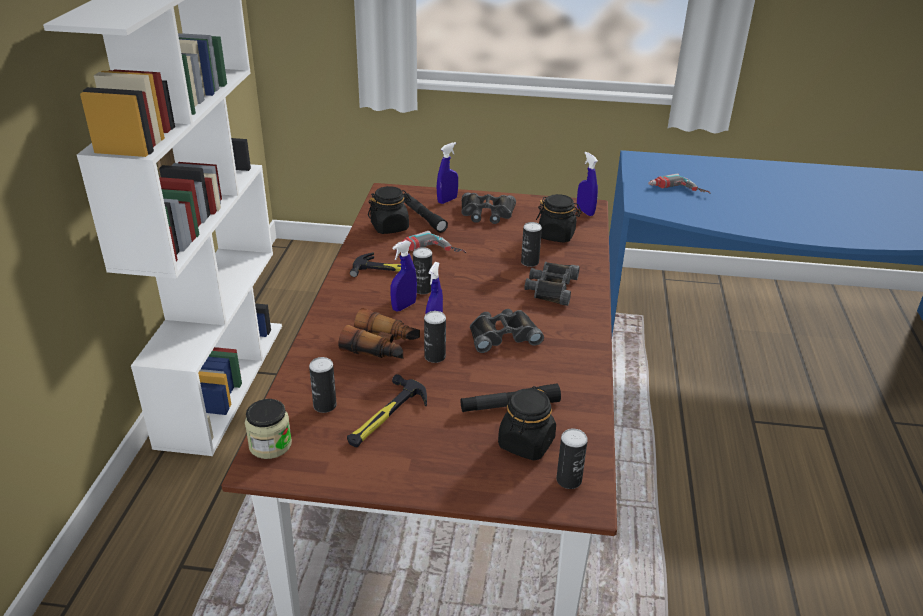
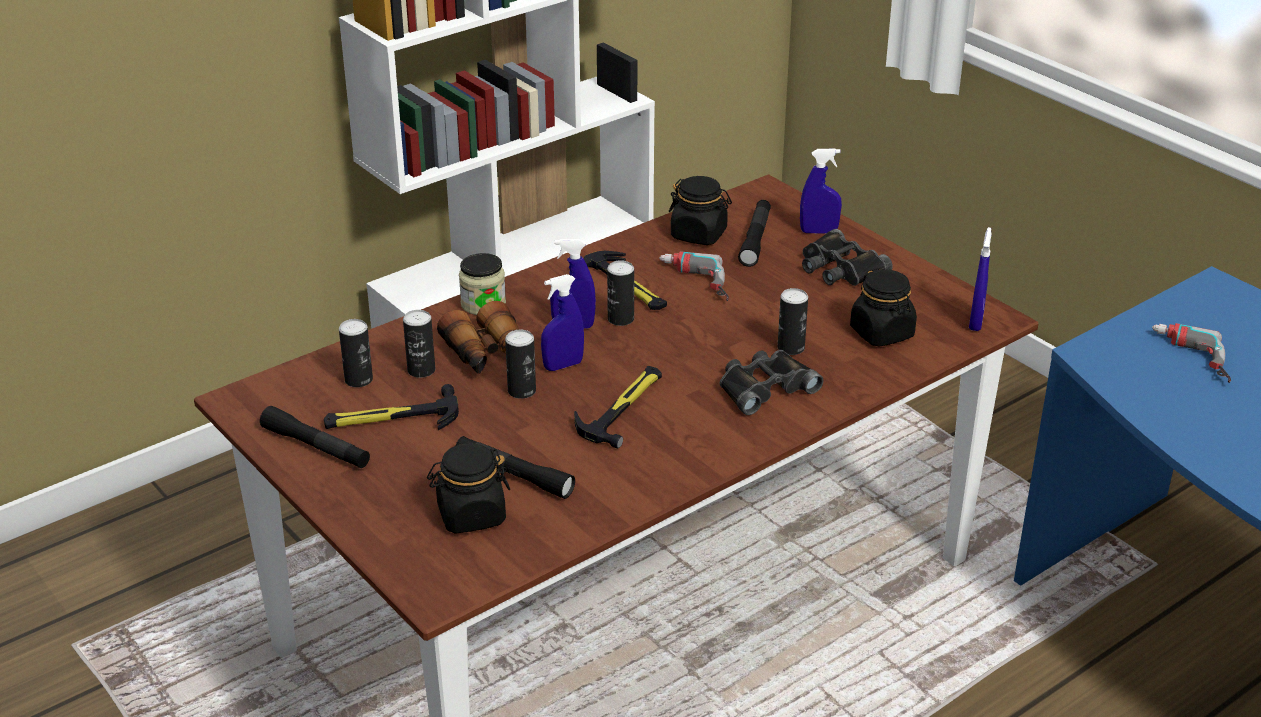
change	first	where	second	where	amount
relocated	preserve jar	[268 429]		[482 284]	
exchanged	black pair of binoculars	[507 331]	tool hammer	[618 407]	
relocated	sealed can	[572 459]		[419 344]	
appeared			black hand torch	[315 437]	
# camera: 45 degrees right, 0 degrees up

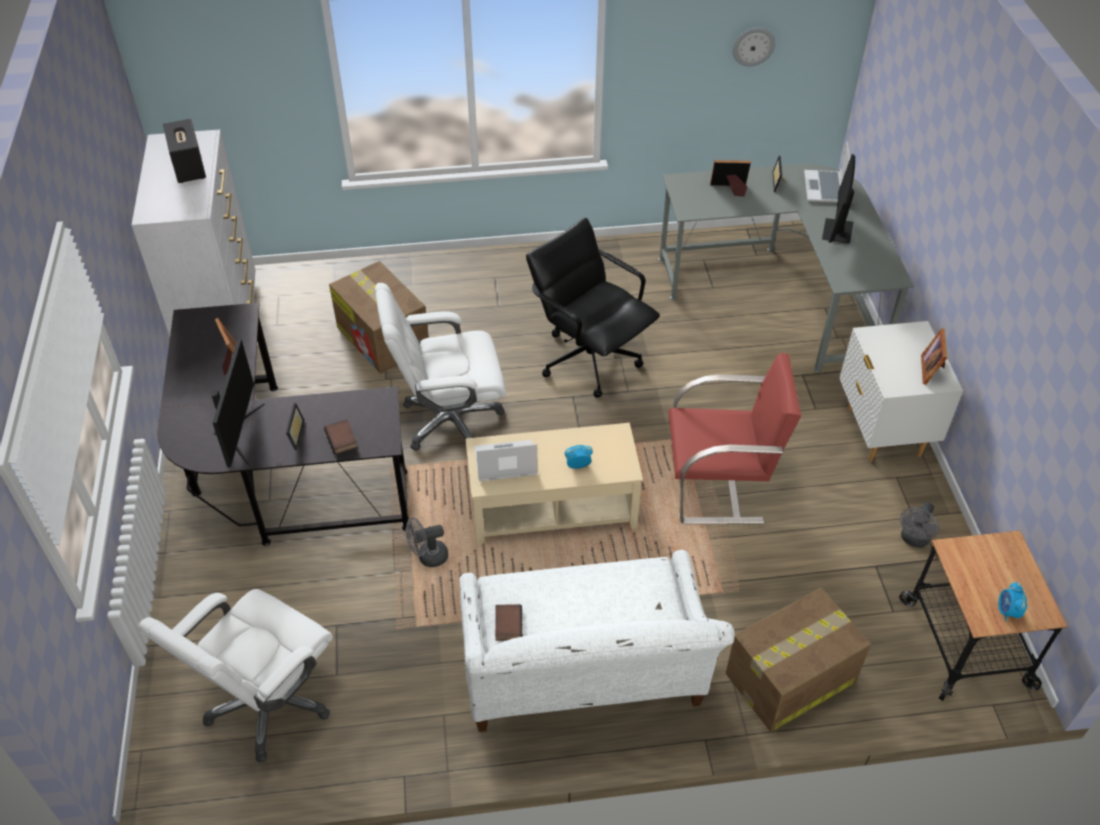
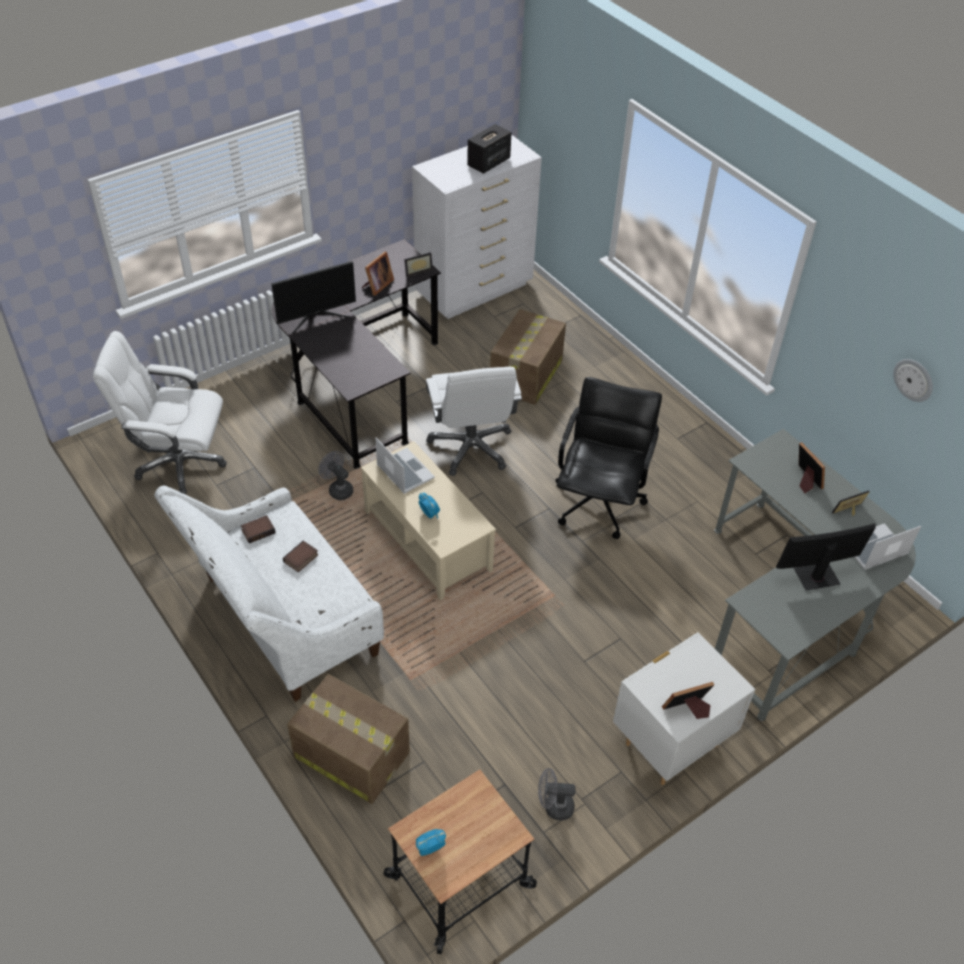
change	first	where	second	where	amount
relocated	photo frame	[295 426]		[418 264]	
relocated	volume	[341 436]		[300 556]	
spun	whitish office chair	[440 367]		[474 421]	150 degrees counterclockwise
missing	red easy chair	[735 438]			
# camera: 60 degrees right, 0 degrees up

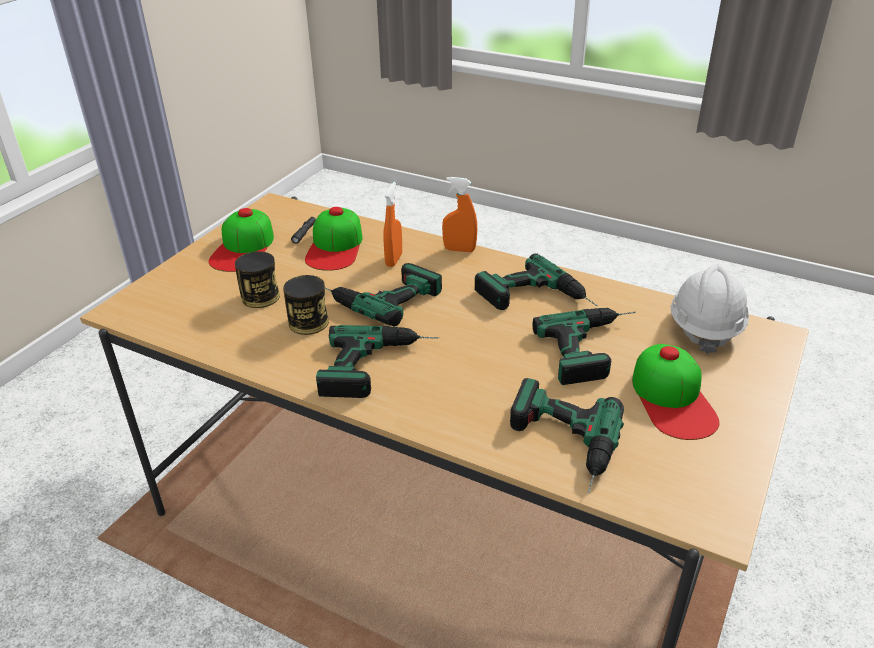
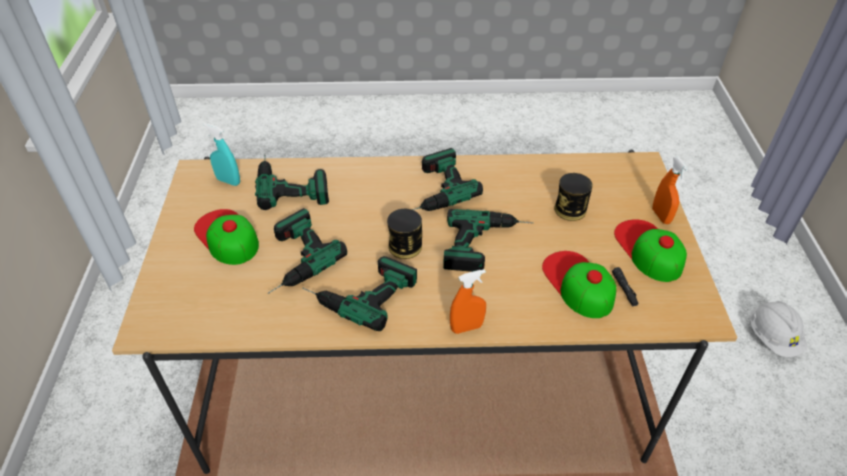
change	first	where	second	where	amount
relocated	sealed can	[306 305]		[404 234]	
relocated	orange-coloured sprayer	[392 224]		[670 190]	
relocated	whitish safety helmet	[710 309]		[778 329]	
appeared			turquoise-coloured sprayer	[221 154]	
# camera: 150 degrees right, 10 degrees up

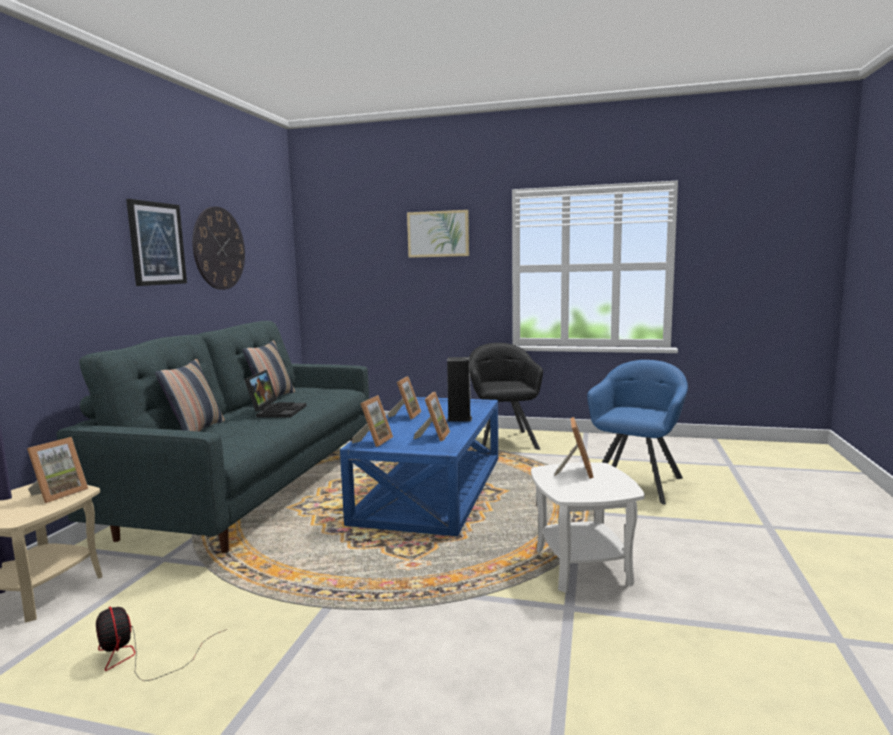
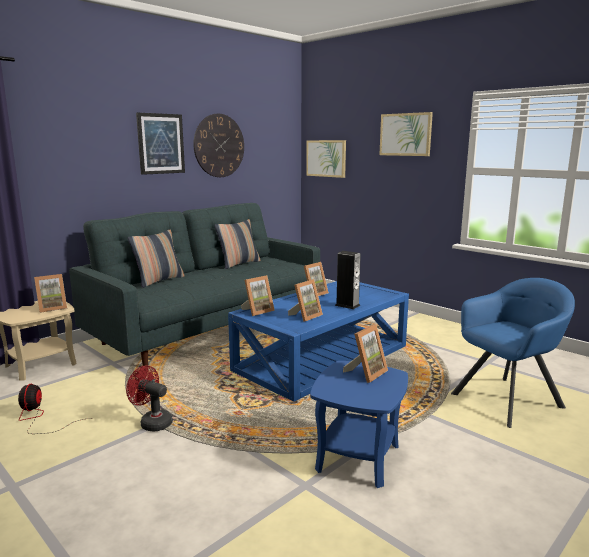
change	first	where	second	where	amount
missing	notebook computer	[275 393]			
missing	black easy chair	[506 396]			
colour	whitish end table	[588 527]	blue-coloured end table	[359 424]	
appeared			red cooling fan	[149 399]	
appeared			wall picture	[326 159]	
# camera: 30 degrees right, 5 degrees up

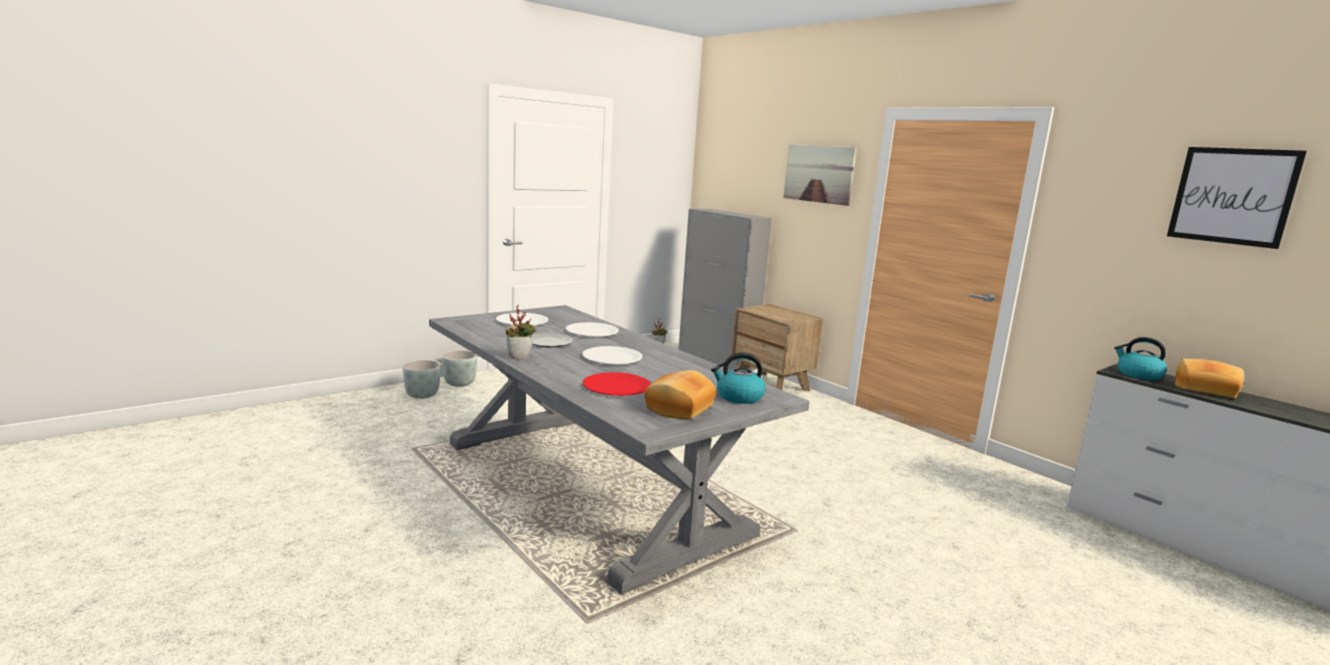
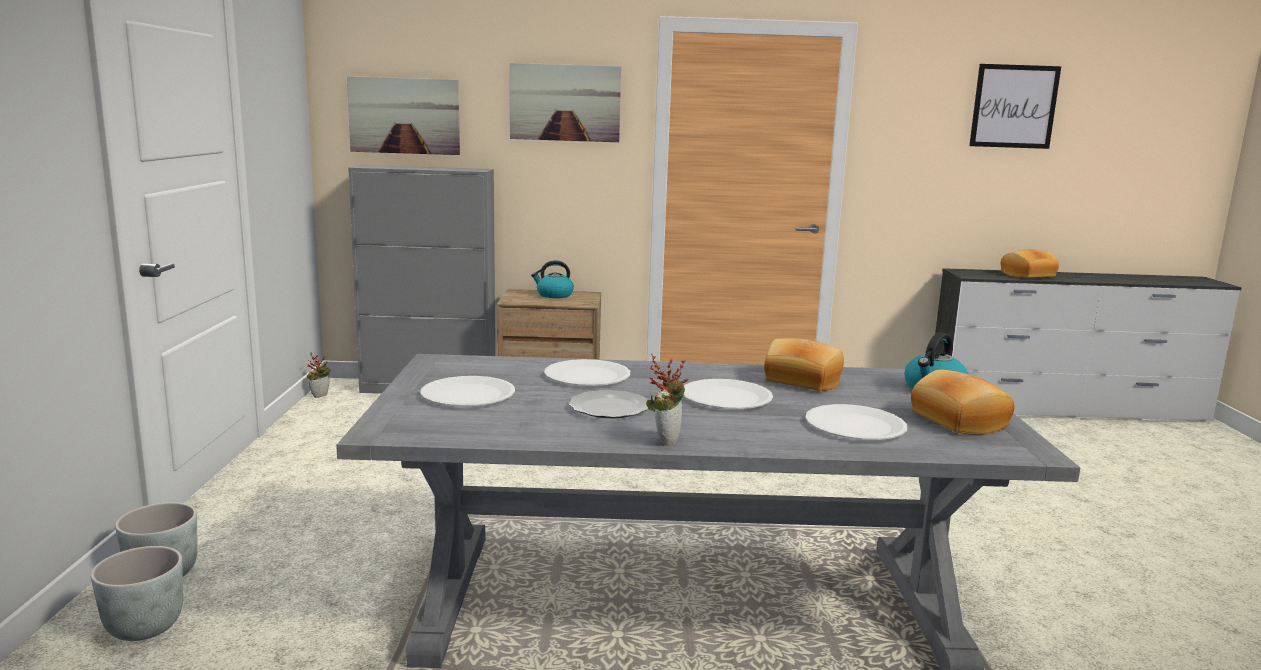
change	first	where	second	where	amount
colour	red plate	[617 384]	whitish plate	[856 422]	
relocated	water kettle	[1140 358]		[552 279]	
appeared			wall picture	[403 115]	
appeared			bread	[804 364]	
# camera: 50 degrees left, 0 degrees up

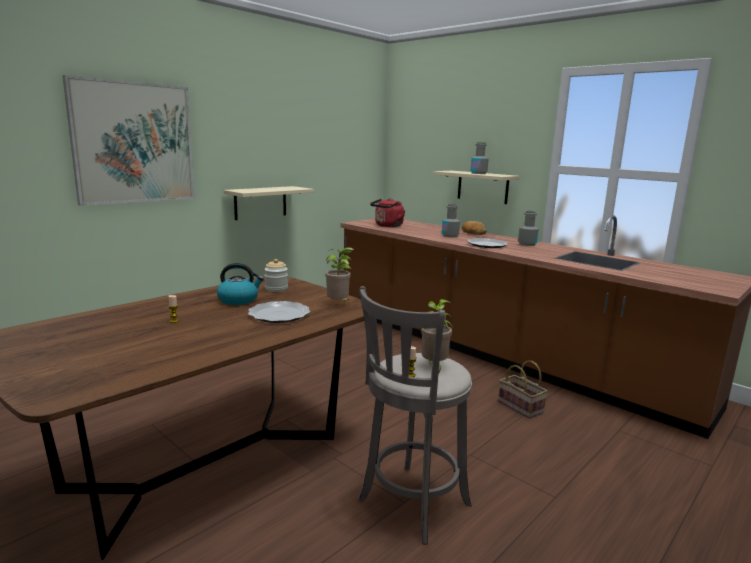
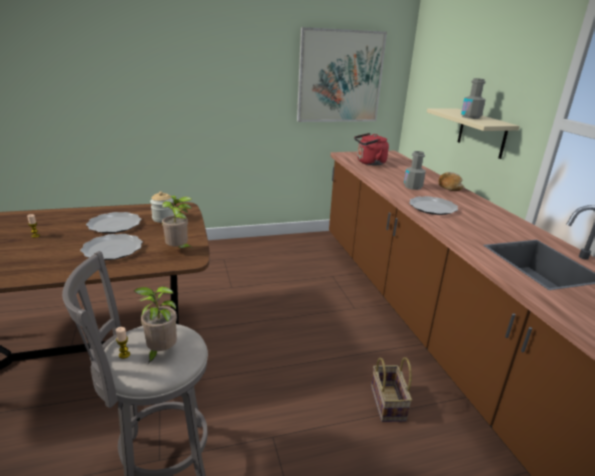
change	first	where	second	where	amount
relocated	wall picture	[129 140]		[342 74]	
exchanged	water kettle	[240 284]	plate	[114 222]	
missing	sand-coloured shelf	[268 203]			
missing	grey bottle	[528 228]			
# camera: 30 degrees right, 10 degrees up

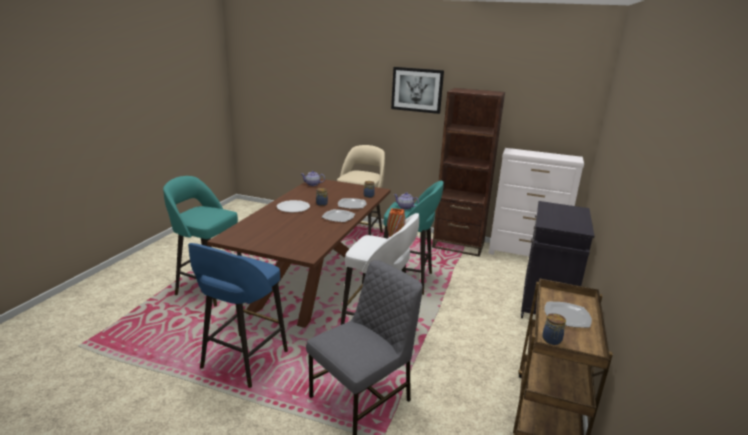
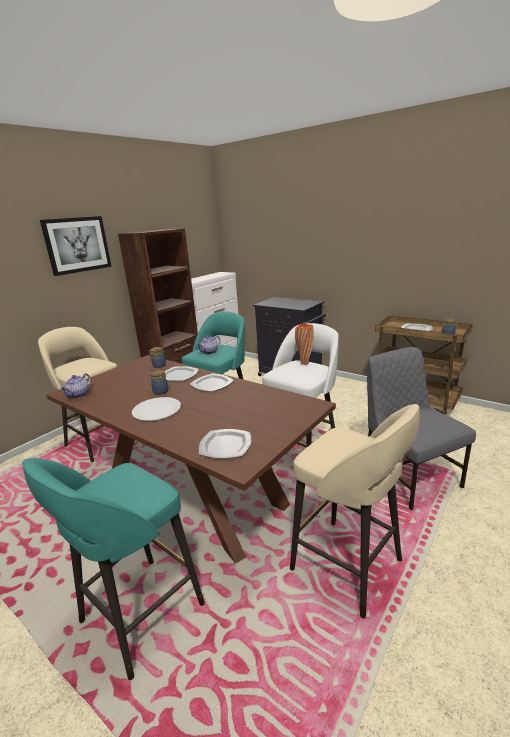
change	first	where	second	where	amount
colour	blue-coloured stool seat	[238 315]	sand-coloured stool seat	[354 511]	
appeared			plate	[225 444]	
# camera: 70 degrees left, 0 degrees up

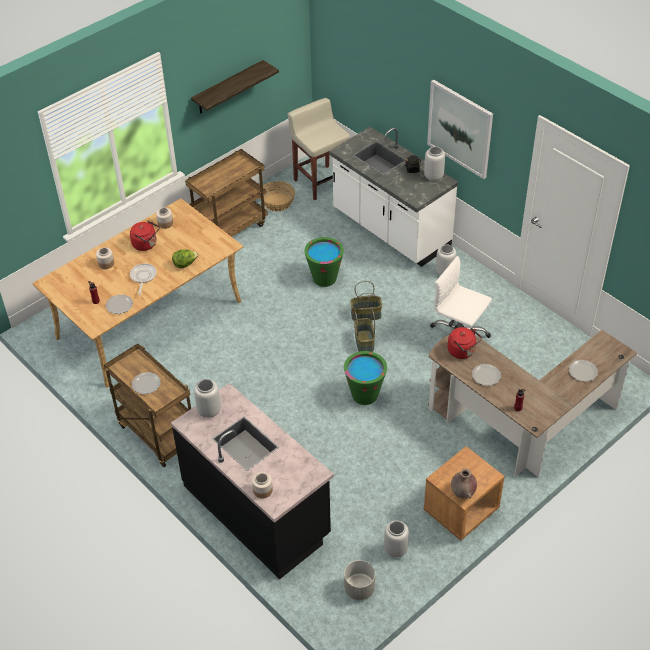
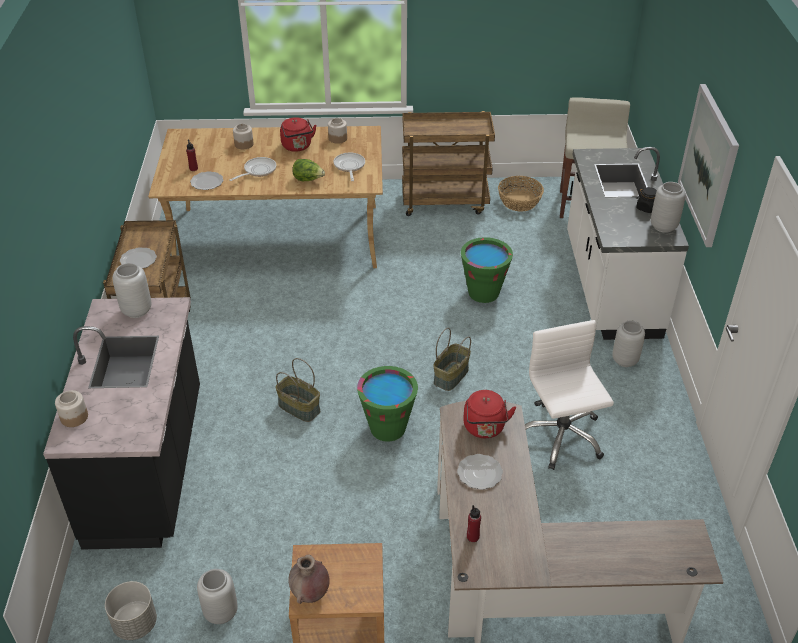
change	first	where	second	where	amount
missing	shelf	[235 87]			
relocated	storage basket	[366 300]		[297 390]	
missing	plate	[583 371]			
appeared			pan	[349 167]	
# camera: 40 degrees right, 5 degrees down

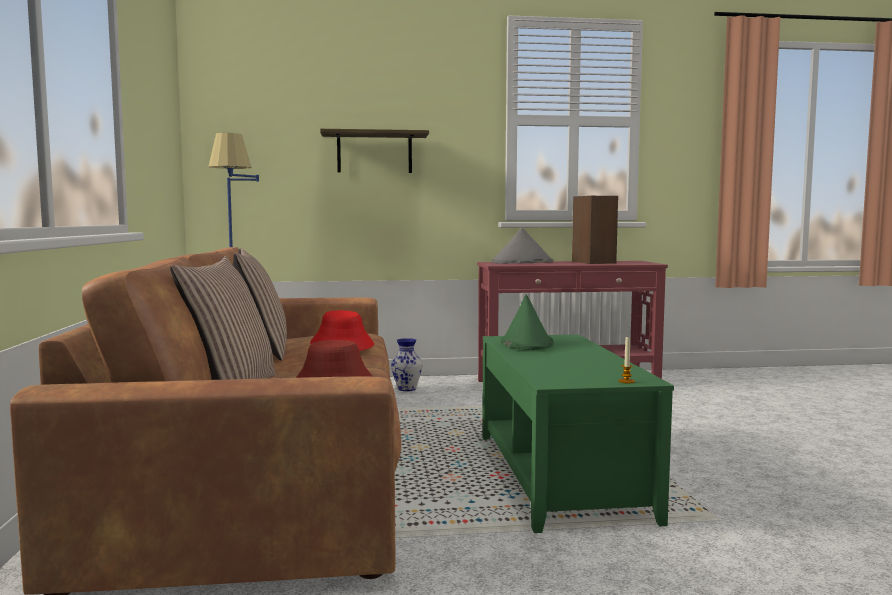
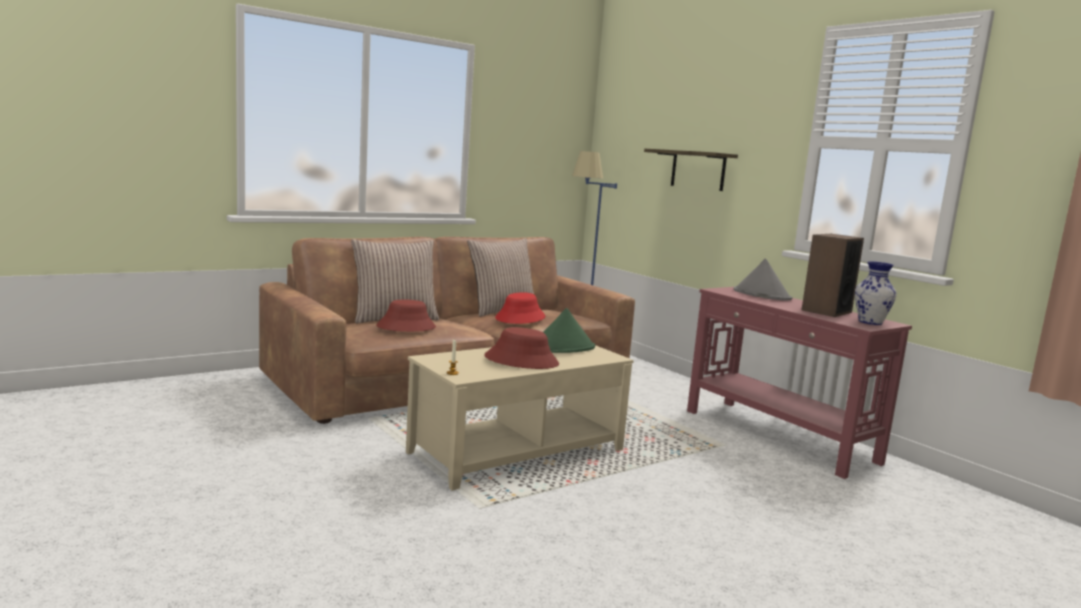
change	first	where	second	where	amount
relocated	flower vase	[407 364]		[876 293]	
colour	greenish low table	[578 433]	sand-coloured low table	[520 418]	
appeared			red wearable hat	[521 348]	
# camera: 60 degrees right, 5 degrees up

